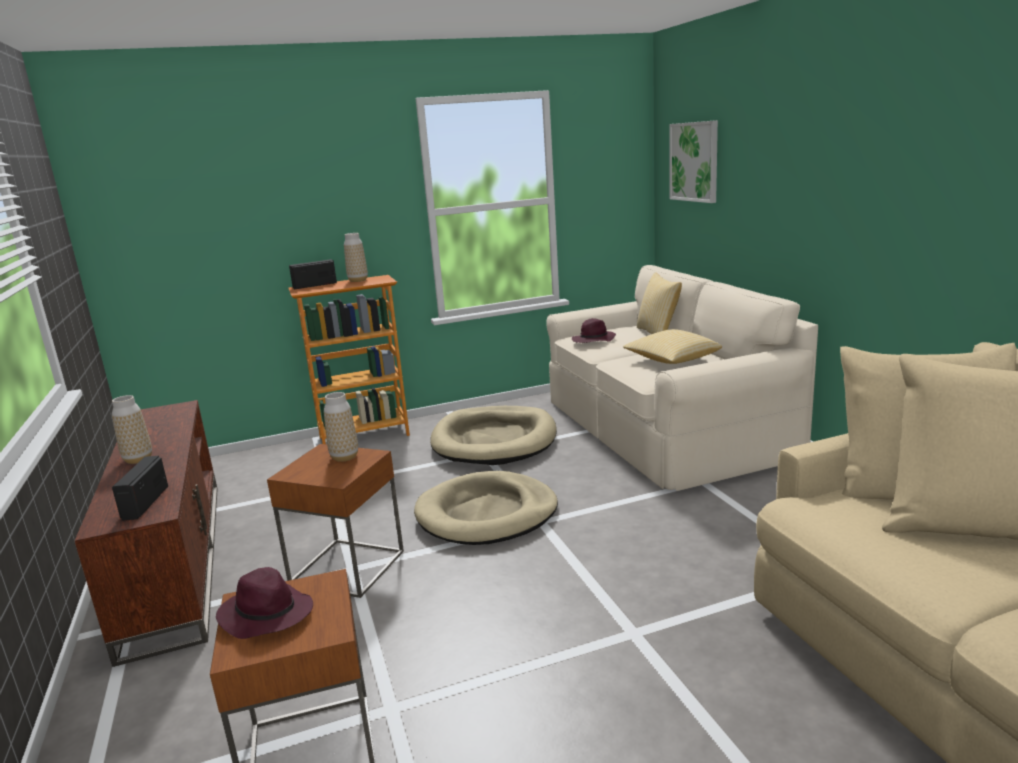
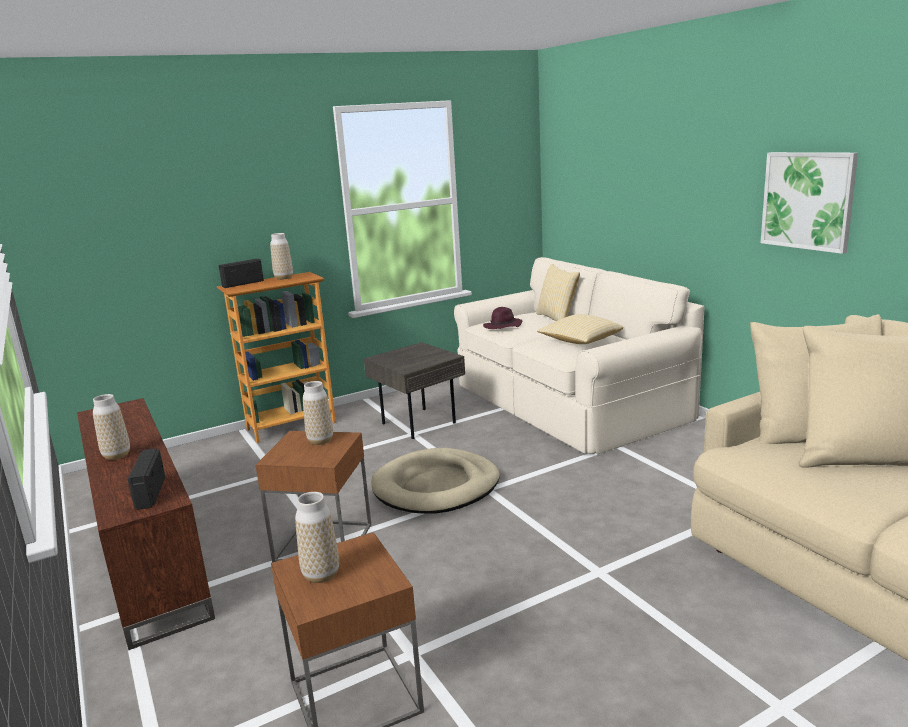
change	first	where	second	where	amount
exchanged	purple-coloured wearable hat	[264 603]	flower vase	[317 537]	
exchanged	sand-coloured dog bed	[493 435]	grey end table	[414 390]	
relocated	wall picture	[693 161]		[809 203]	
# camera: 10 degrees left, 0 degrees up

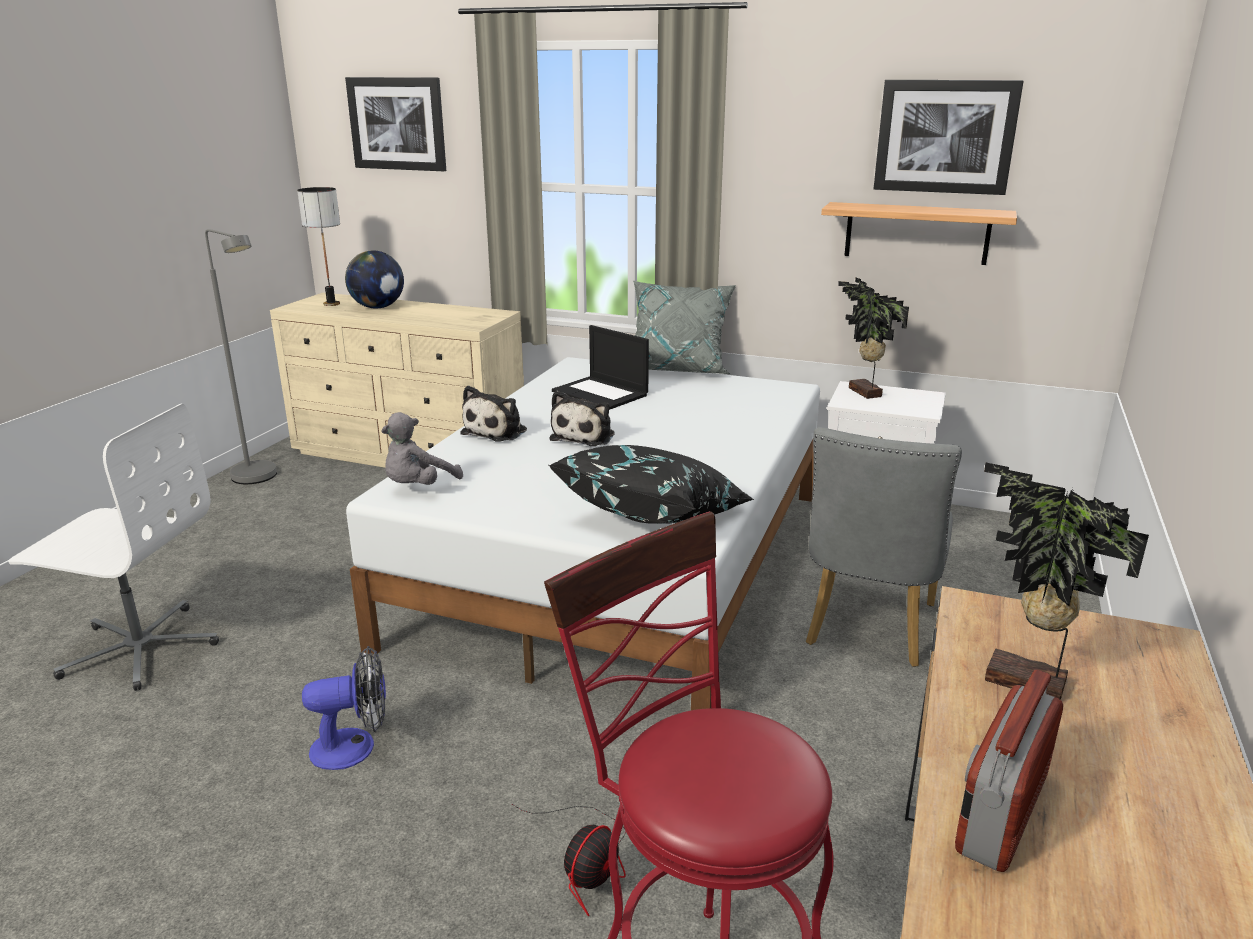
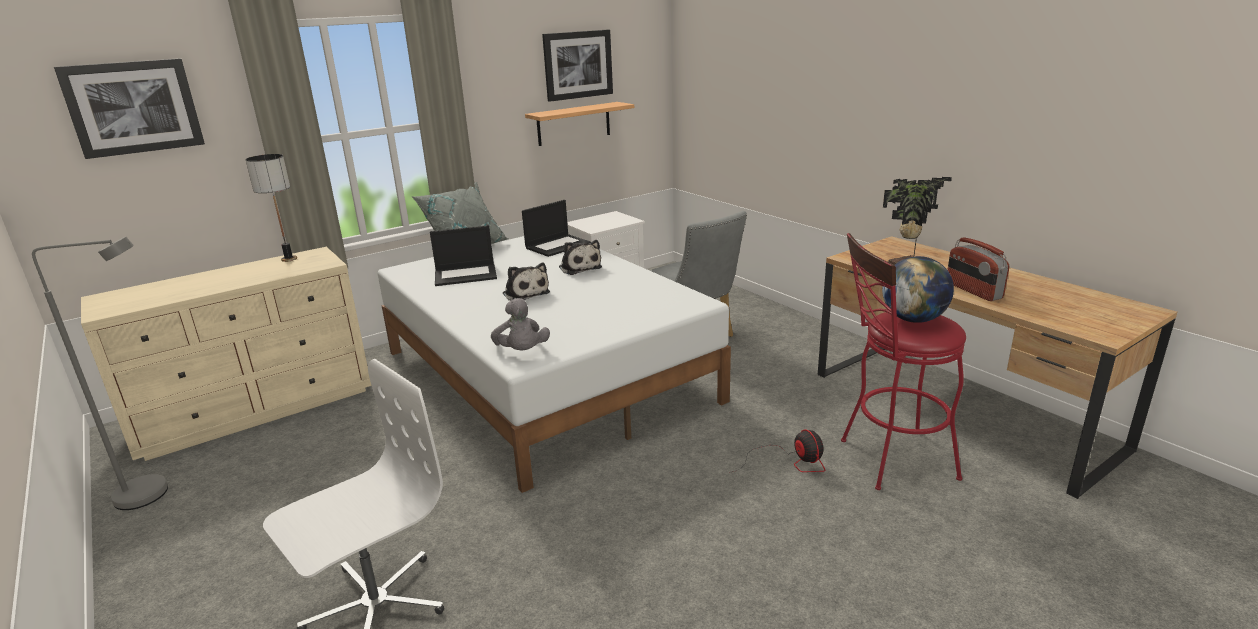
change	first	where	second	where	amount
relocated	tabletop lamp	[318 246]		[271 208]	
missing	cooling fan	[344 708]			
relocated	world globe	[374 279]		[918 289]	
relocated	cuddly toy	[493 413]		[580 257]	
missing	black throw pillow	[651 484]			
missing	potted plant	[873 338]			
appeared			notebook computer	[556 228]	
# camera: 55 degrees left, 0 degrees up

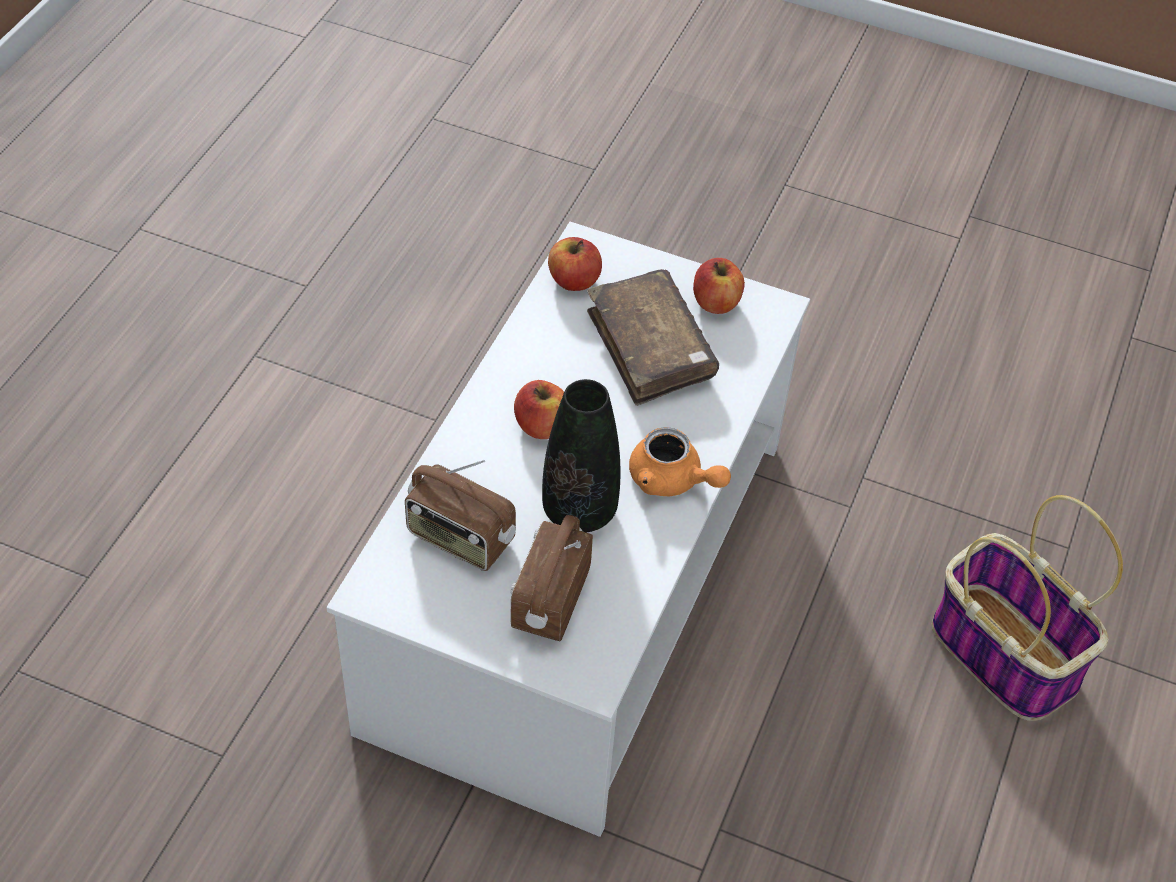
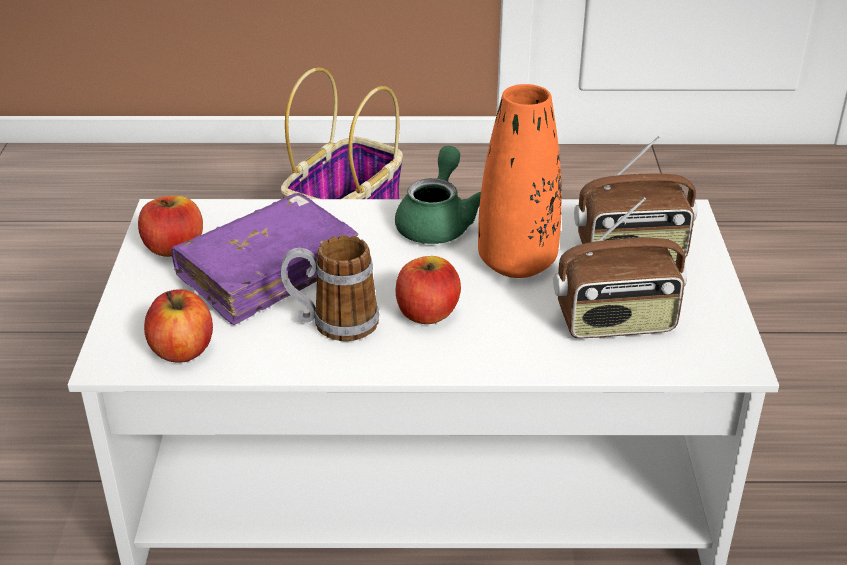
change	first	where	second	where	amount
spun	radio	[460 515]		[620 268]	75 degrees clockwise
colour	black flower vase	[581 456]	orange-coloured flower vase	[520 181]	
colour	brown volume	[653 337]	purple-coloured volume	[265 259]	
colour	orange-coloured pot for tea	[680 461]	greenish pot for tea	[438 195]	
appeared			coffee mug	[330 288]	
# camera: 110 degrees left, 15 degrees down

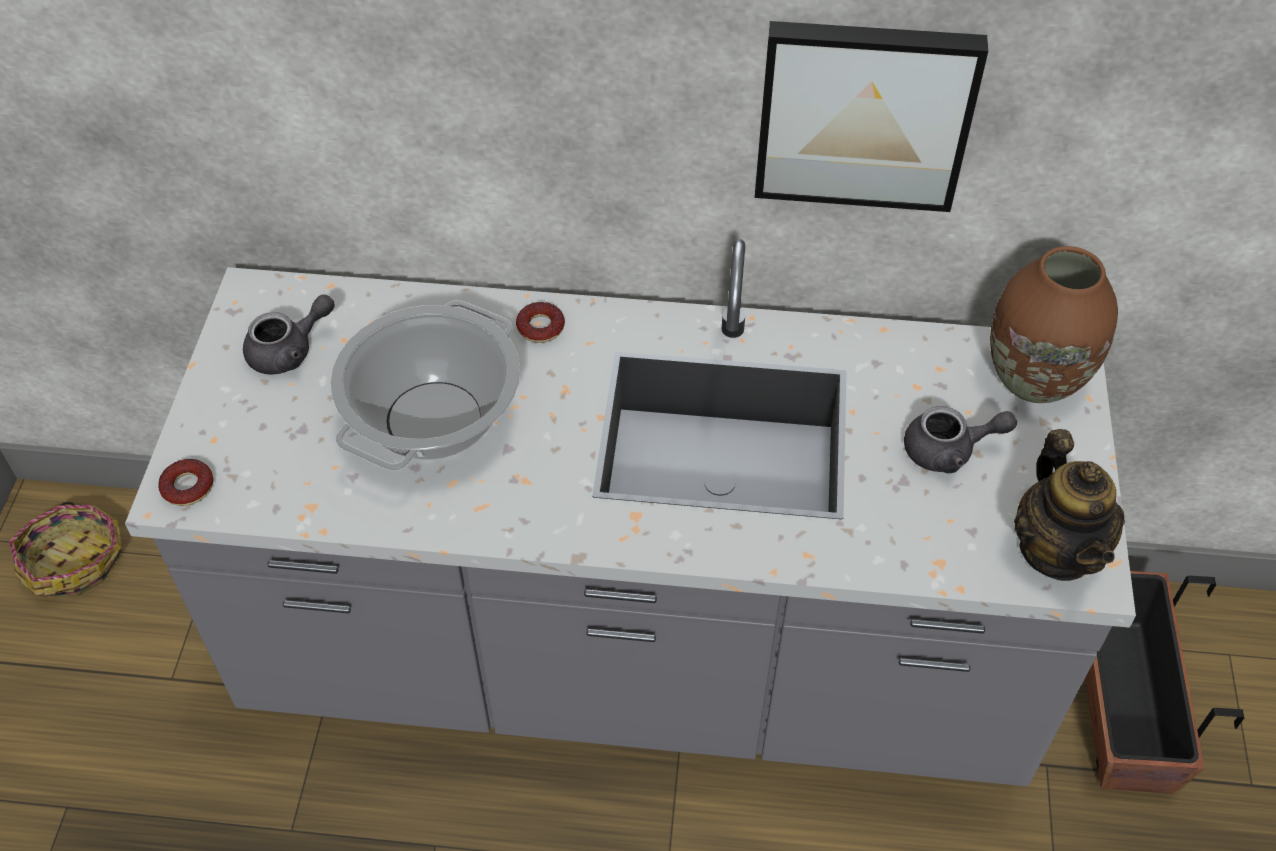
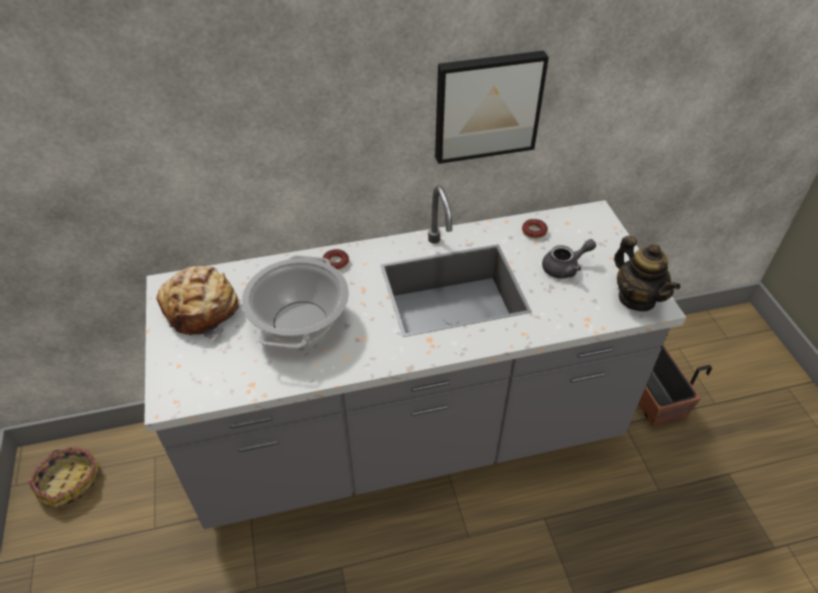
change	first	where	second	where	amount
relocated	ring doughnut	[186 482]		[535 229]	
exchanged	grey pot for tea	[289 334]	bread	[198 303]	
missing	brown flower vase	[1054 324]			
# camera: 20 degrees left, 5 degrees down

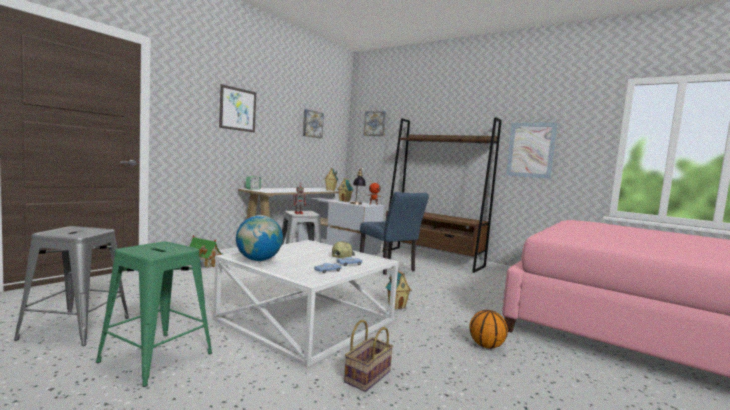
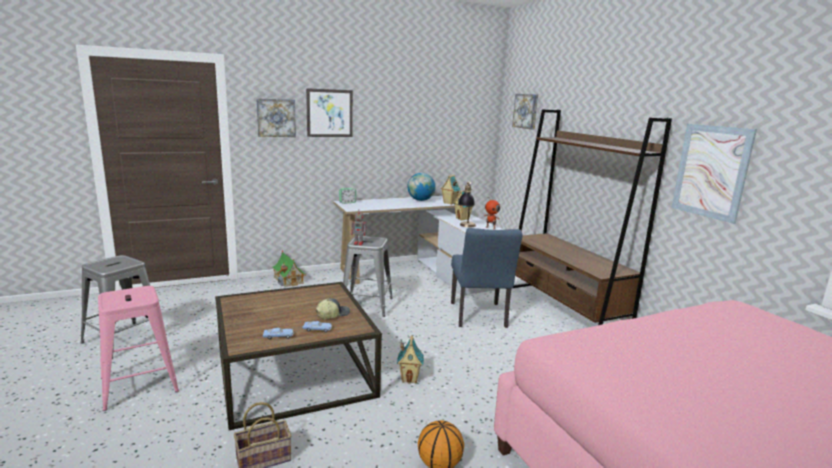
change	first	where	second	where	amount
colour	greenish stool seat	[154 314]	pink stool seat	[138 348]	
colour	whitish low table	[306 303]	brown low table	[298 356]	
relocated	world globe	[259 238]		[422 187]	
relocated	wall picture	[313 123]		[276 117]	
# camera: 30 degrees right, 10 degrees up

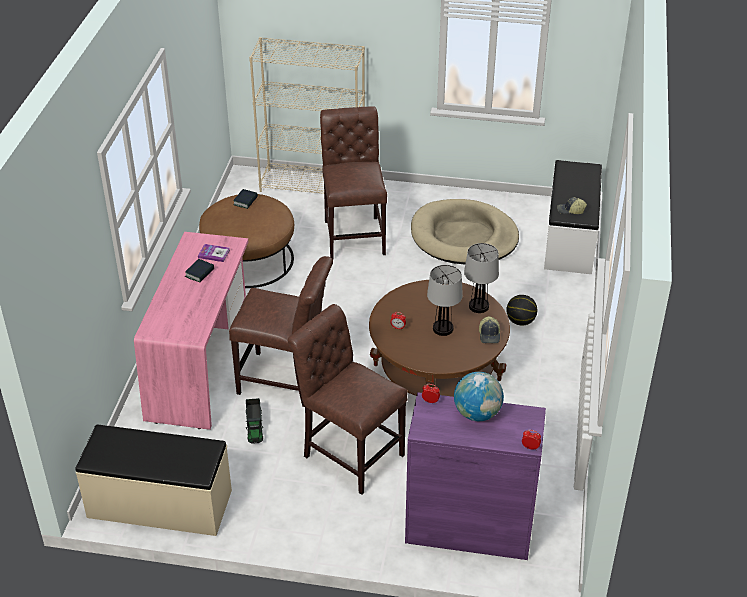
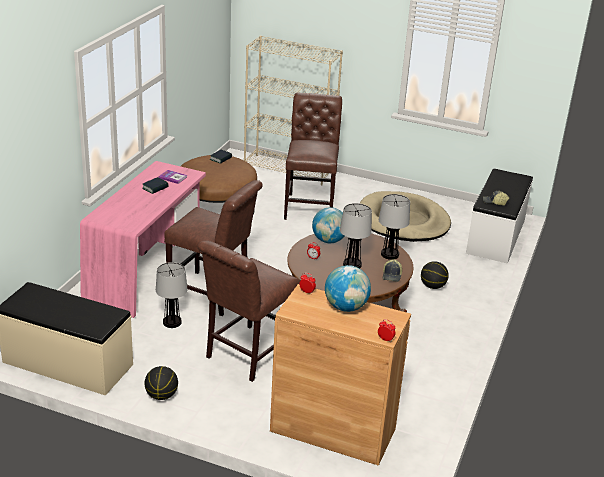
change	first	where	second	where	amount
exchanged	toy lorry	[254 421]	tabletop lamp	[172 295]	
spun	brown chair	[348 399]		[248 311]	105 degrees counterclockwise
colour	purple-coloured cupboard	[475 476]	brown cupboard	[340 375]	
appeared			basketball ball	[161 383]	
appeared			world globe	[328 225]	
# camera: 10 degrees right, 10 degrees down

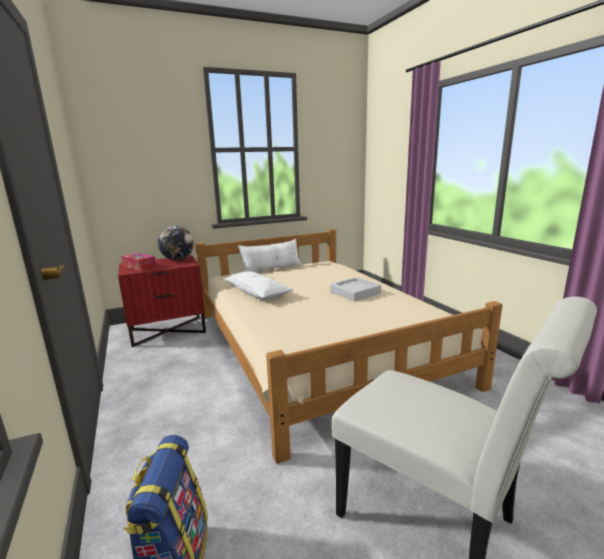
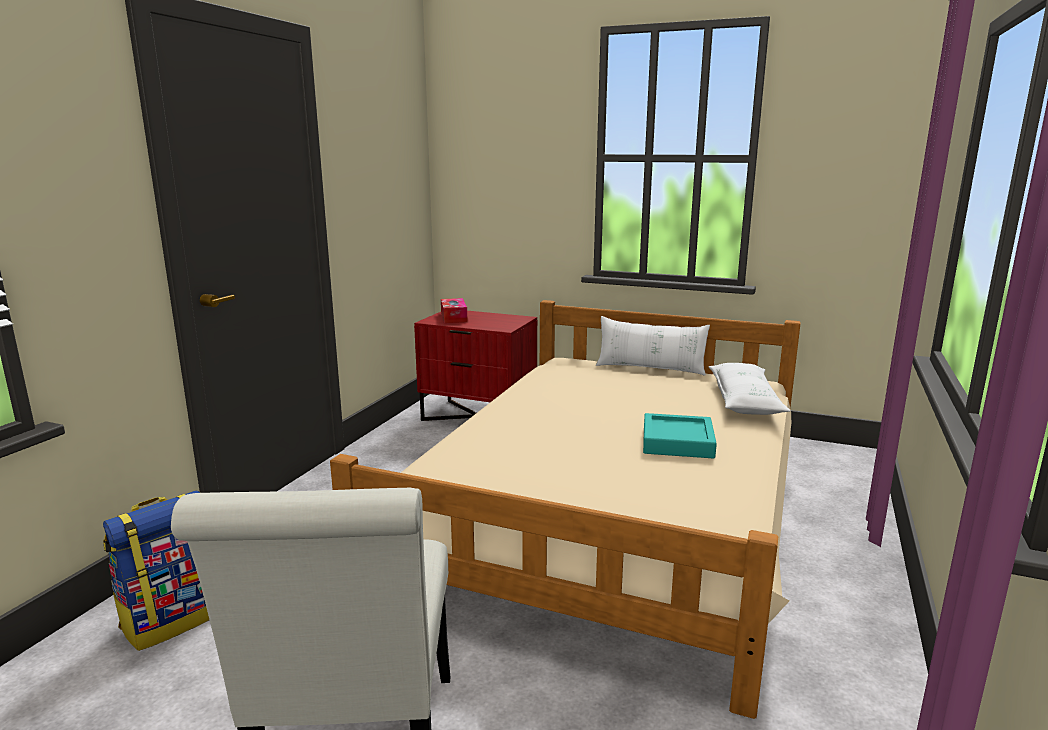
change	first	where	second	where	amount
missing	world globe	[176 243]			
relocated	whitish throw pillow	[259 285]		[749 389]	
colour	grey tray	[355 289]	turquoise-coloured tray	[680 436]	
# camera: 45 degrees right, 0 degrees up

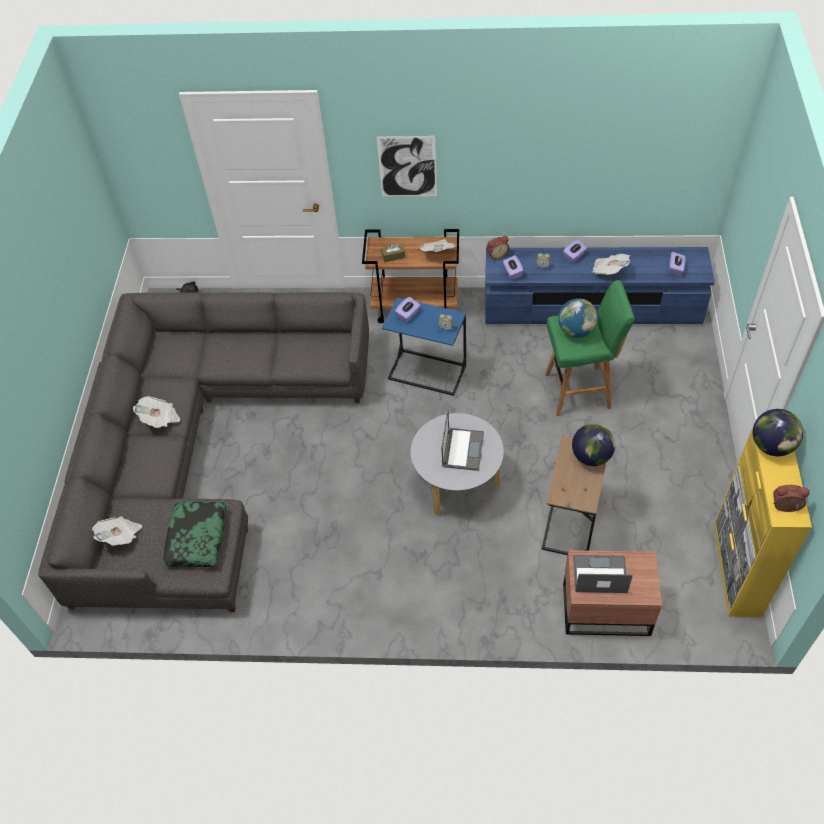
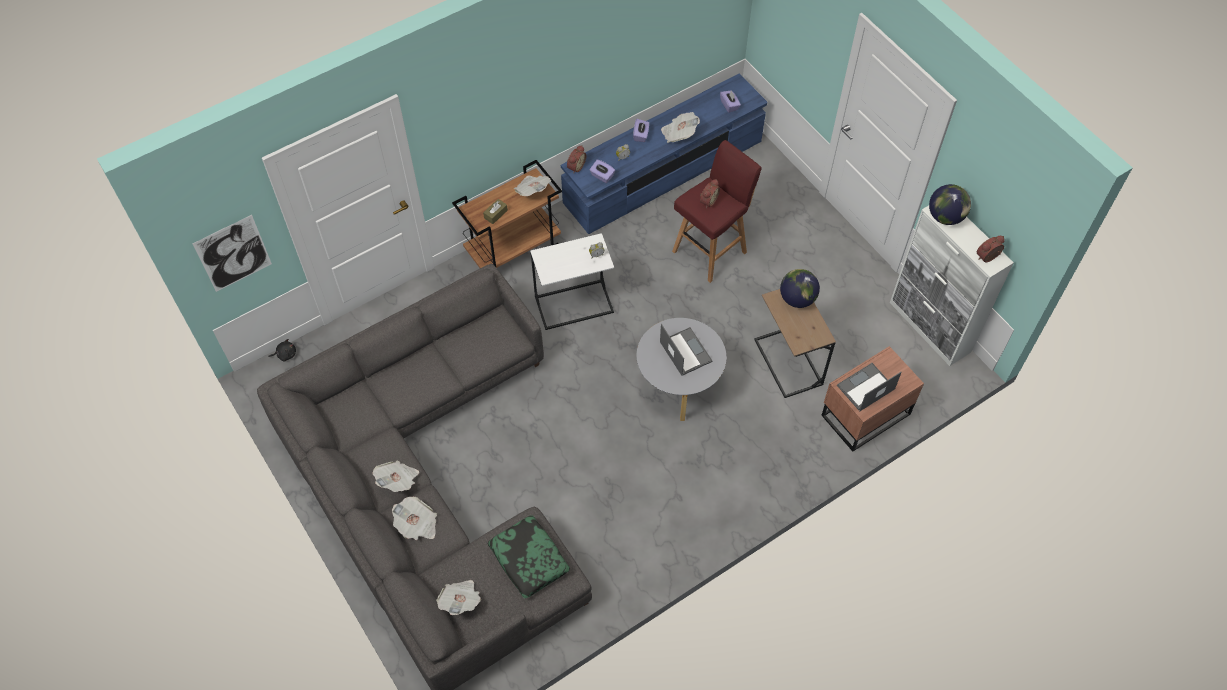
change	first	where	second	where	amount
relocated	wall picture	[407 166]		[232 253]	
colour	blue-coloured end table	[424 346]	whitish end table	[572 281]	
missing	purple-coloured tissue box	[407 310]			
colour	greenish stool seat	[590 348]	red stool seat	[717 211]	
exchanged	world globe	[578 318]	alarm clock	[710 193]	
colour	yellow cupboard	[763 522]	whitish cupboard	[952 286]	
appeared			daily paper	[414 518]	
# camera: 40 degrees left, 5 degrees up

